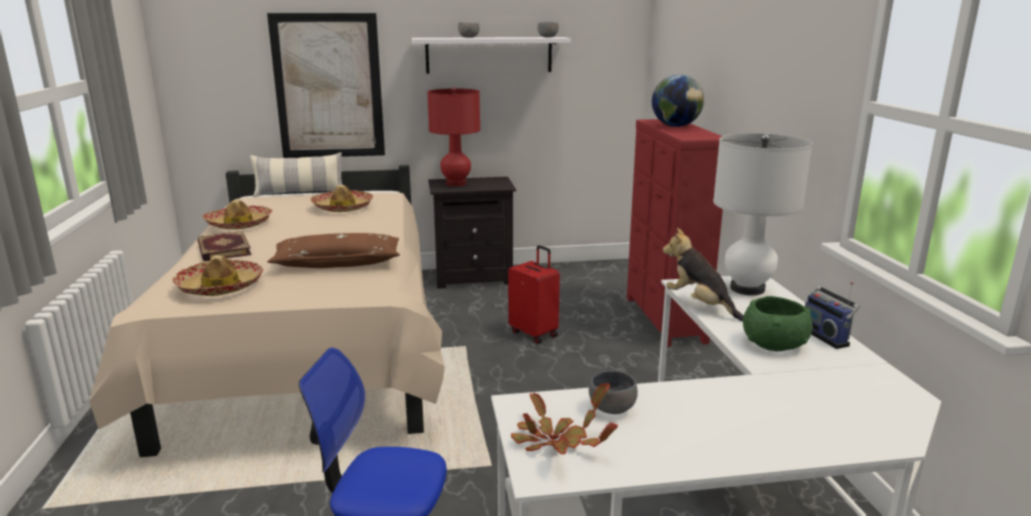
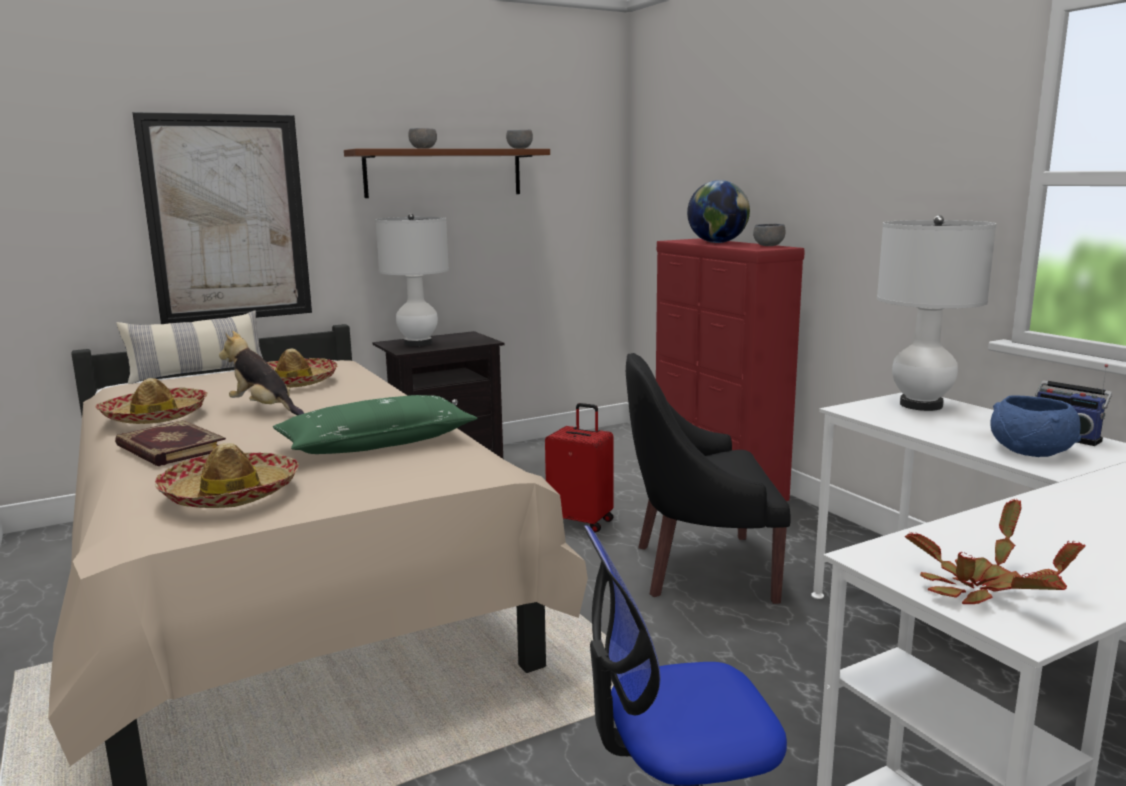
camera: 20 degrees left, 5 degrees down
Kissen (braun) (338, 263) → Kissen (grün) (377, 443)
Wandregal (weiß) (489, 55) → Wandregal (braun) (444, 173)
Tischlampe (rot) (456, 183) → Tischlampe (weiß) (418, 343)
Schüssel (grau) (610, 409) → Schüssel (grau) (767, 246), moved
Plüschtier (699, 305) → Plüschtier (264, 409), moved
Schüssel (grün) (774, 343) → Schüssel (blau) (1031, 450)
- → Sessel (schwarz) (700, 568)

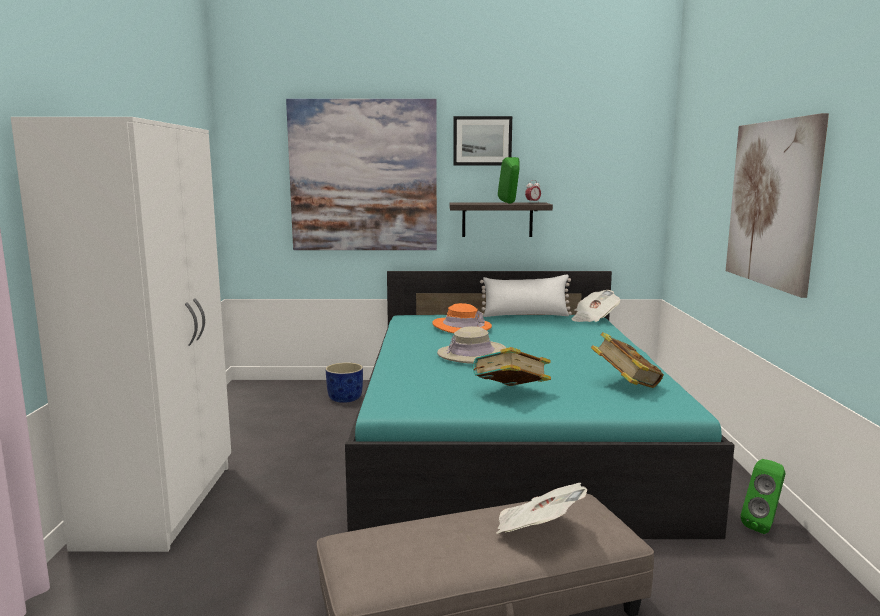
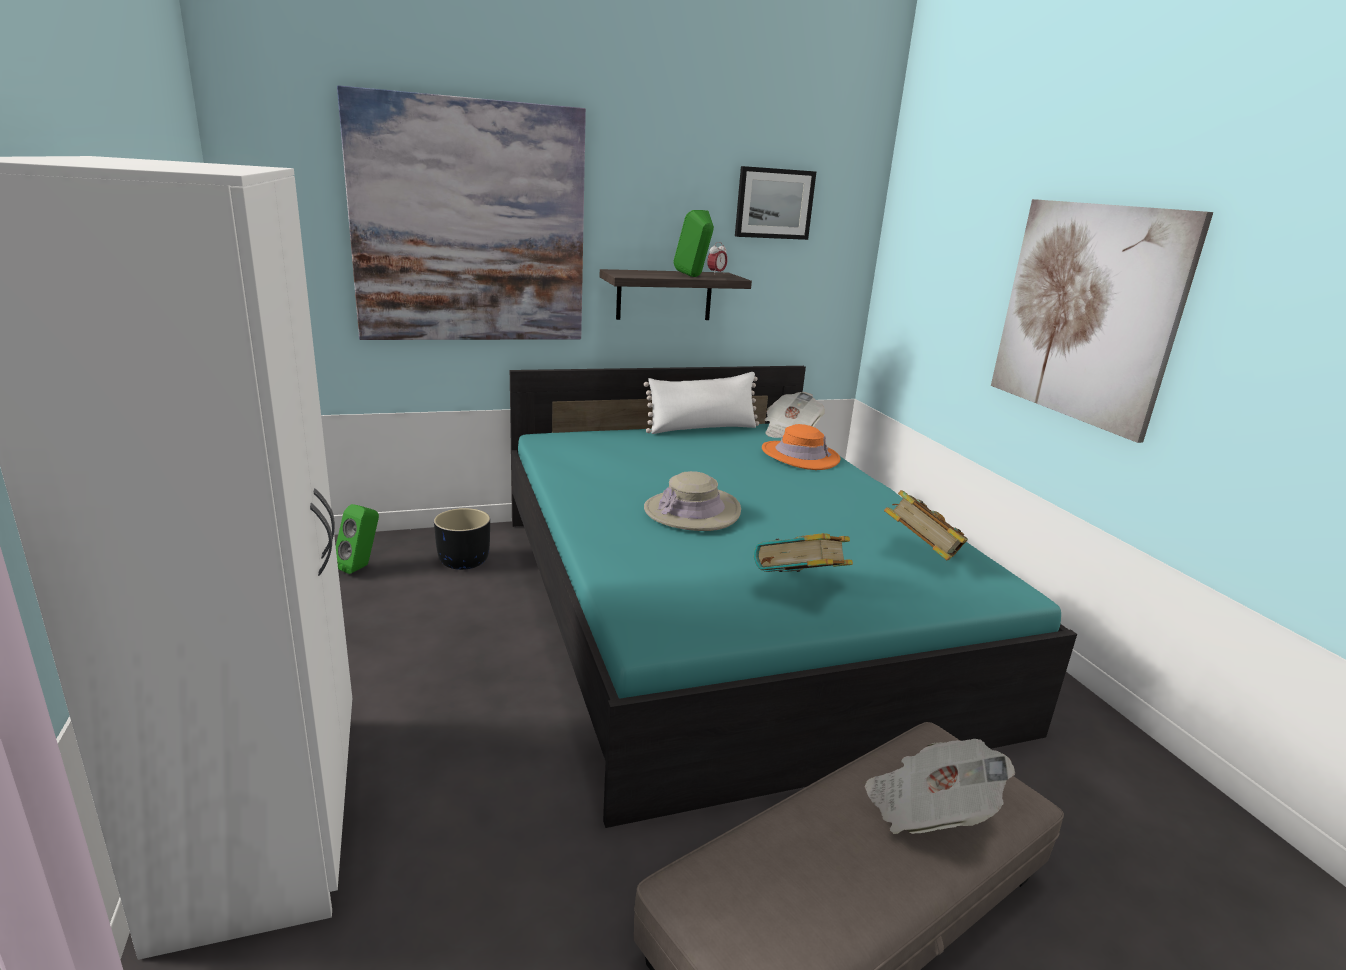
camera: 20 degrees left, 10 degrees up
Pflanzkübel (blau) (344, 398) → Pflanzkübel (schwarz) (463, 561)
Hut (orange) (461, 327) → Hut (orange) (800, 456), moved
Bild (482, 141) → Bild (774, 203), moved
Lautsprecher (grün) (763, 526) → Lautsprecher (grün) (361, 567), moved

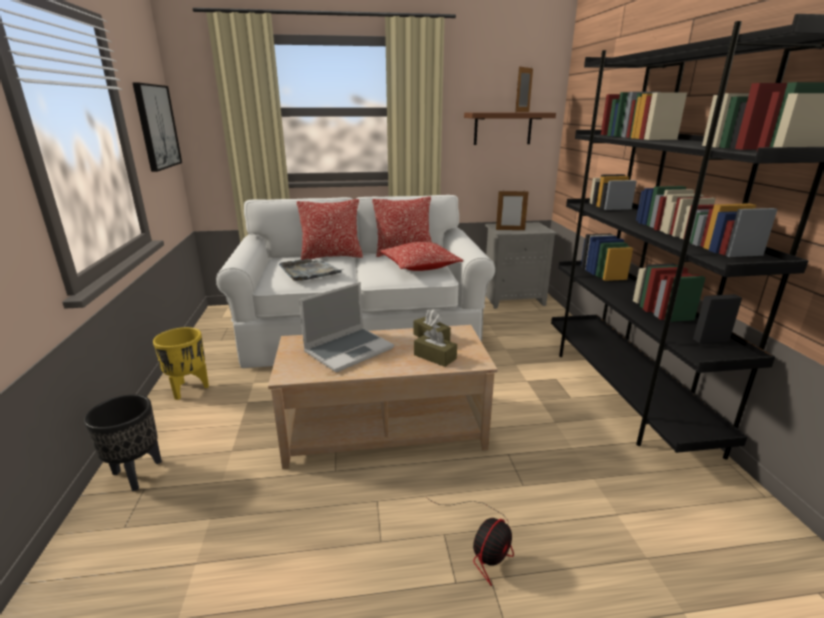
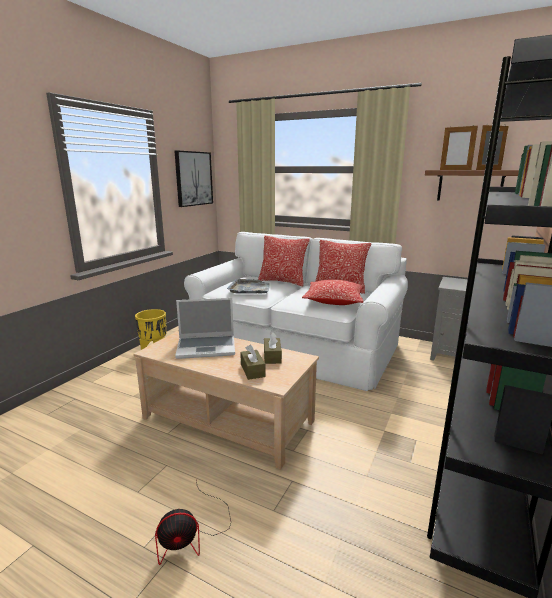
camera: 35 degrees right, 5 degrees down
Pflanzkübel (schwarz) (136, 474) → -
Bilderrahmen (510, 230) → Bilderrahmen (455, 169), moved

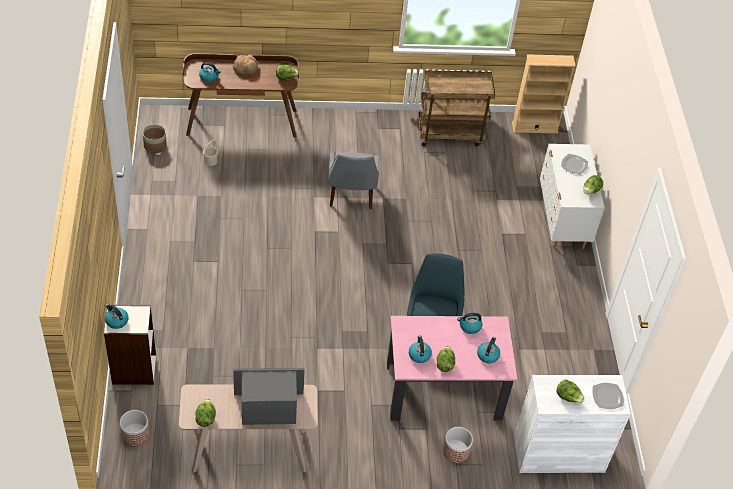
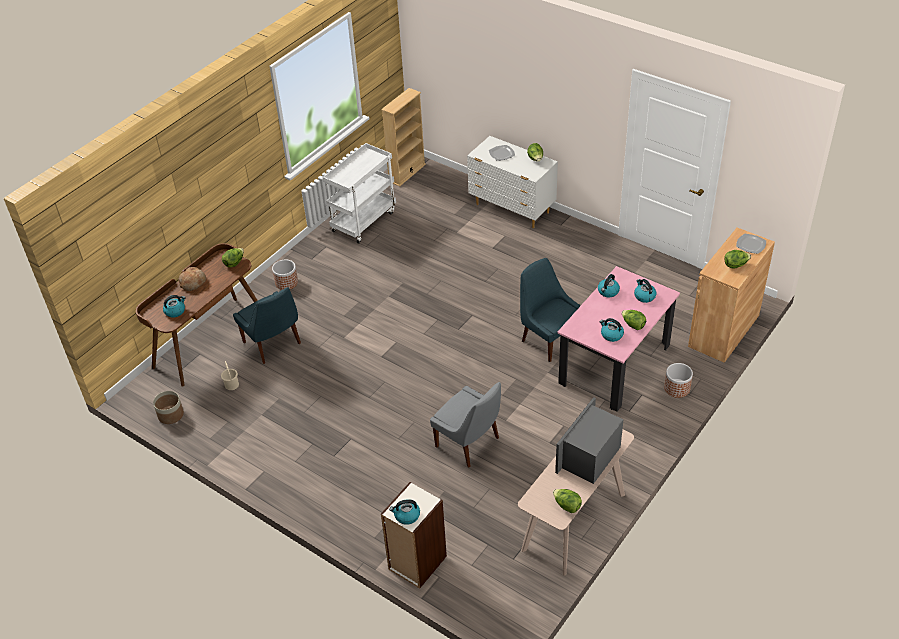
camera: 45 degrees left, 5 degrees down
Pflanzkübel (135, 434) → Pflanzkübel (286, 283), moved
Stuhl (grau) (351, 196) → Stuhl (grau) (469, 443), moved
Rollwagen (braun) (451, 134) → Rollwagen (weiß) (363, 221)
Schrank (weiß) (559, 453) → Schrank (braun) (723, 331)
- → Stuhl (blau) (273, 344)

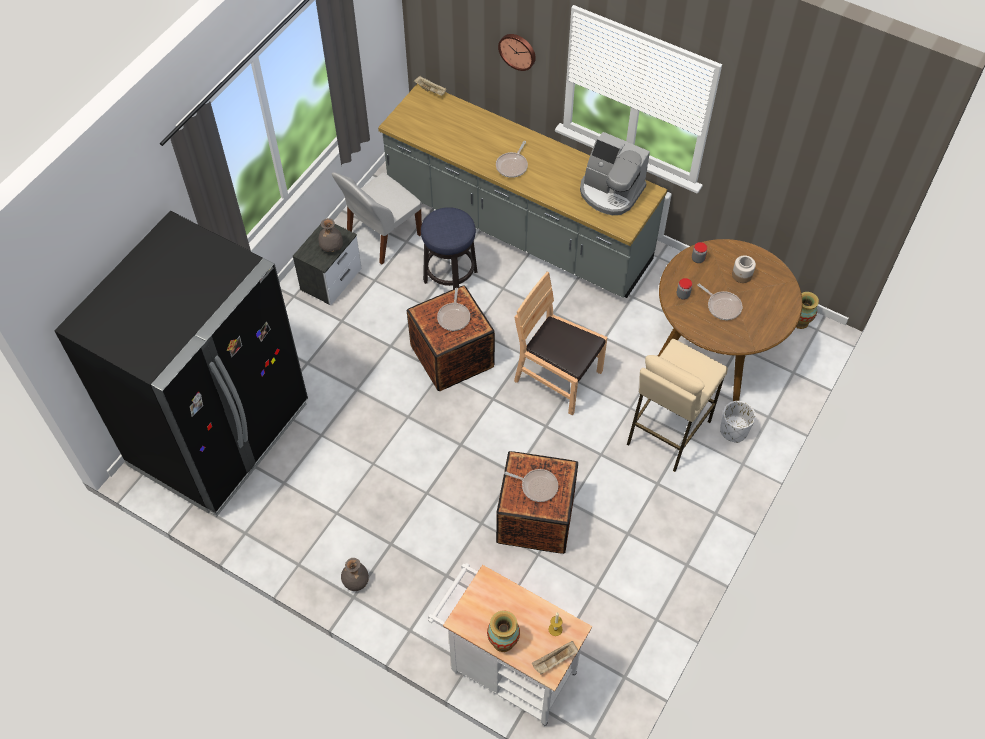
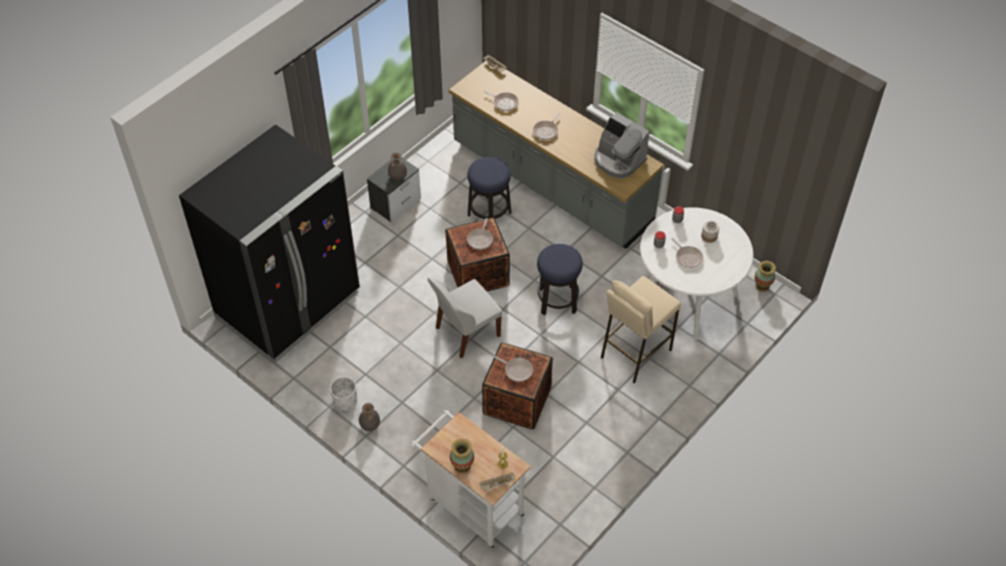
camera: 10 degrees right, 5 degrees down
Stuhl (weiß) (382, 236) → Stuhl (weiß) (466, 333), moved
Wanduhr (518, 51) → -
Stuhl (braun) (558, 377) → Hocker (557, 300)
Esstisch (braun) (714, 350) → Esstisch (weiß) (687, 298)
Pflanzkübel (weiß) (733, 431) → Pflanzkübel (weiß) (345, 402), moved
- → Pfanne (504, 103)

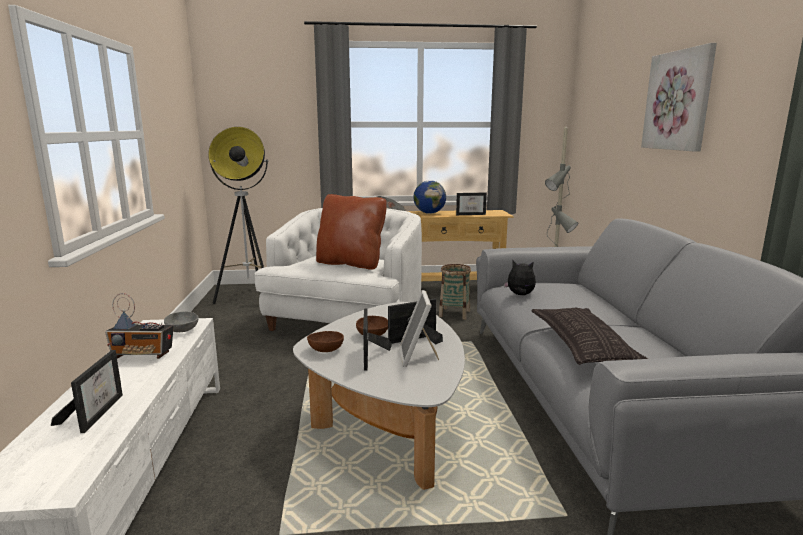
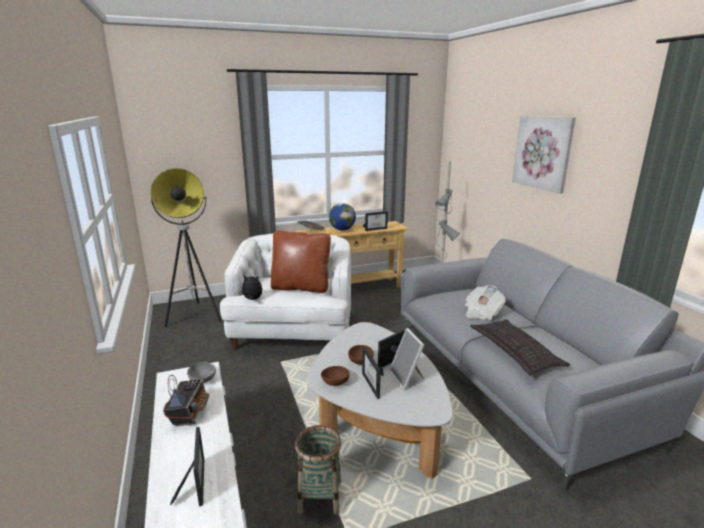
camera: 15 degrees left, 5 degrees up
Radio (143, 355) → Radio (189, 413), 75 degrees counterclockwise
Korb (454, 313) → Korb (319, 496), moved
Plüschtier (520, 295) → Plüschtier (252, 299), moved
- → Zeitung (481, 312)

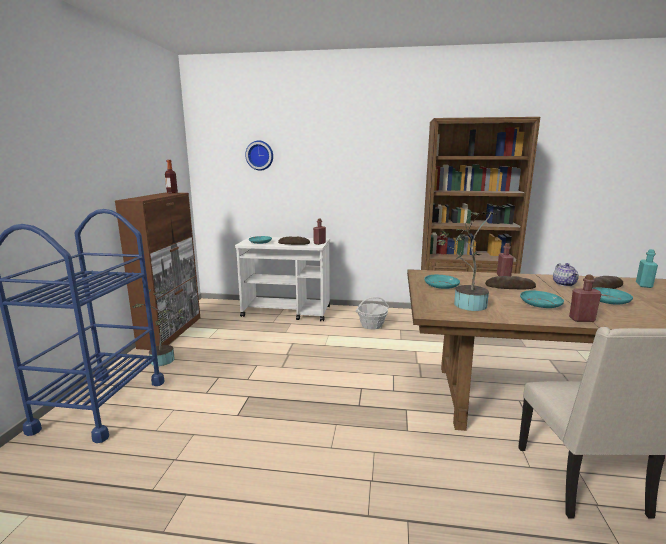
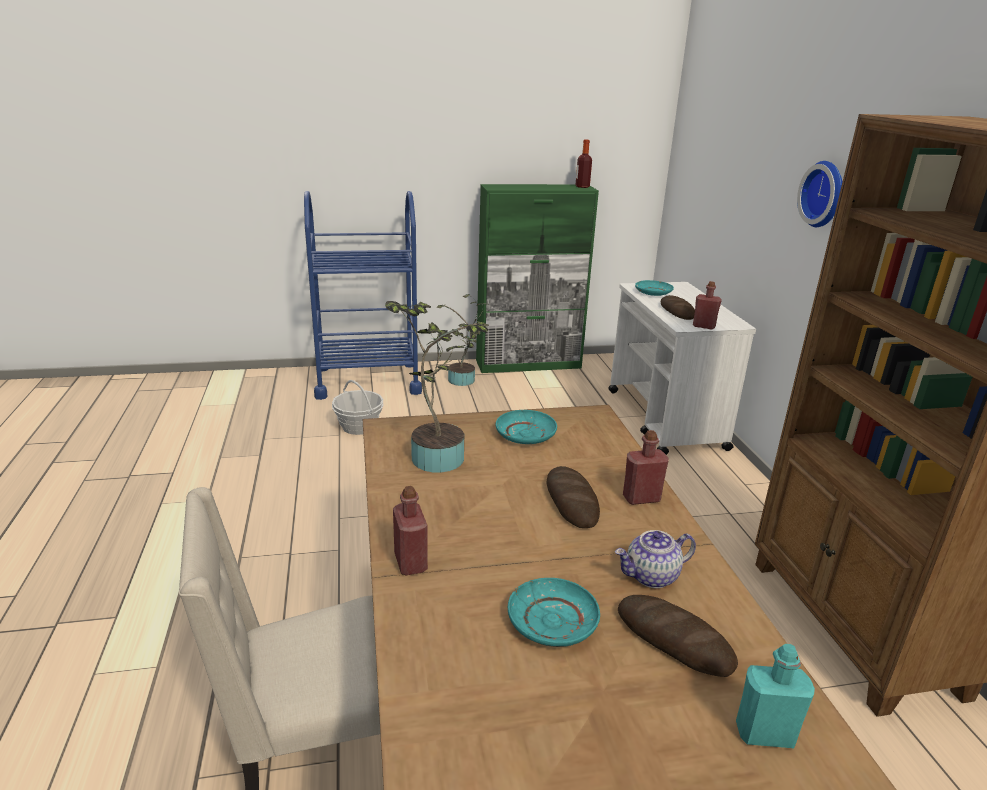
camera: 70 degrees right, 10 degrees up
Schrank (braun) (171, 332) → Schrank (grün) (529, 364)
Wanduhr (260, 155) → Wanduhr (825, 194), moved
Korb (372, 325) → Korb (359, 426), moved
Teller (türkis) (540, 304) → -

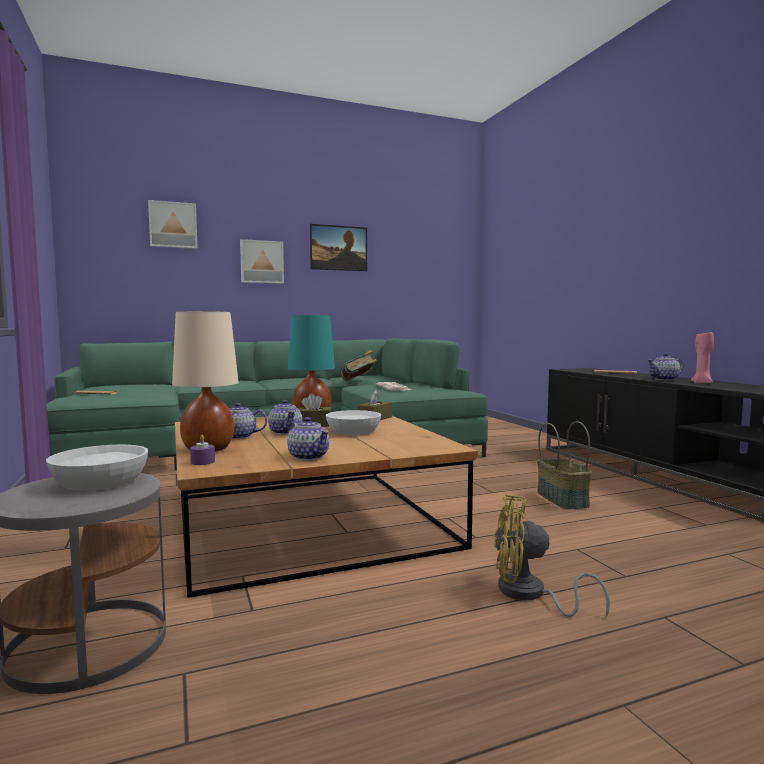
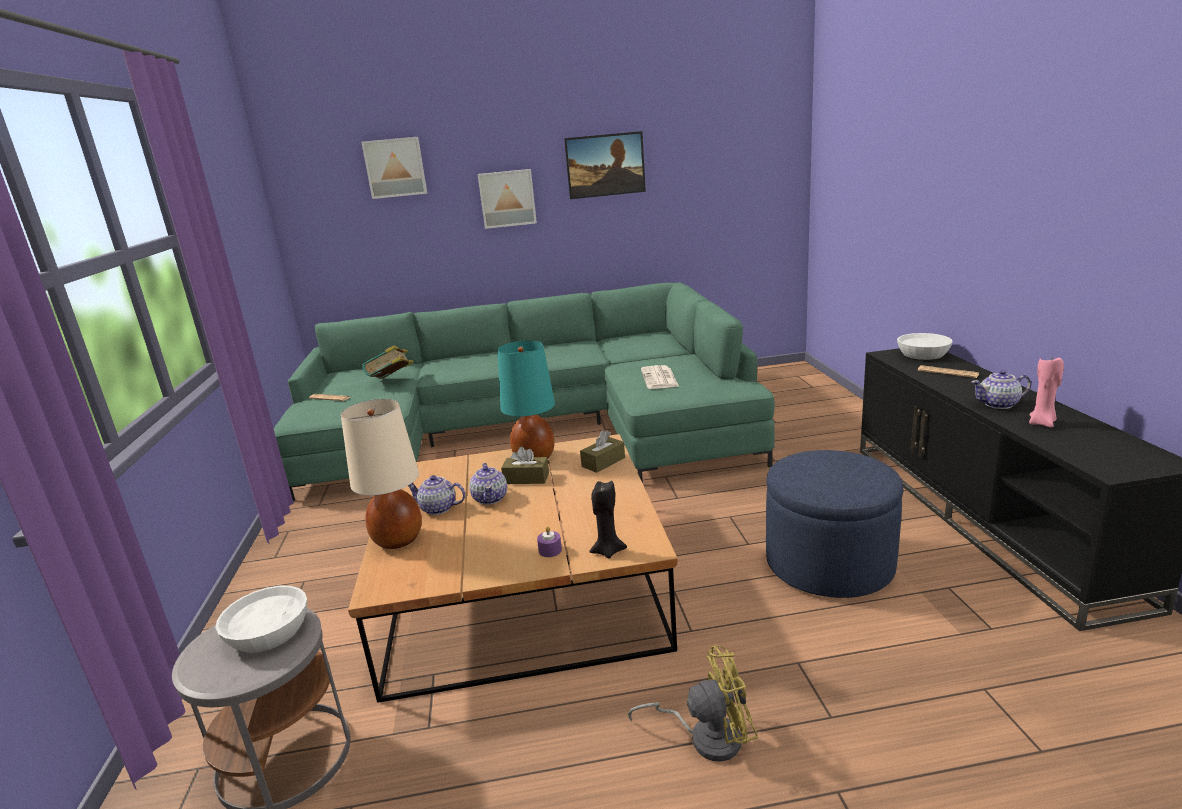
camera: 15 degrees right, 15 degrees up
Kerze (lila) (202, 462) → Kerze (lila) (550, 550), moved
Teekanne (308, 456) → -
Schüssel (weiß) (354, 431) → Schüssel (weiß) (923, 354), moved
Buch (358, 381) → Buch (391, 381), moved
Ventilator (gelb) (529, 594) → Ventilator (gelb) (706, 737), 150 degrees clockwise
Korb (563, 499) → Polsterhocker (blau) (829, 564)
- → Kerze (schwarz) (608, 551)

